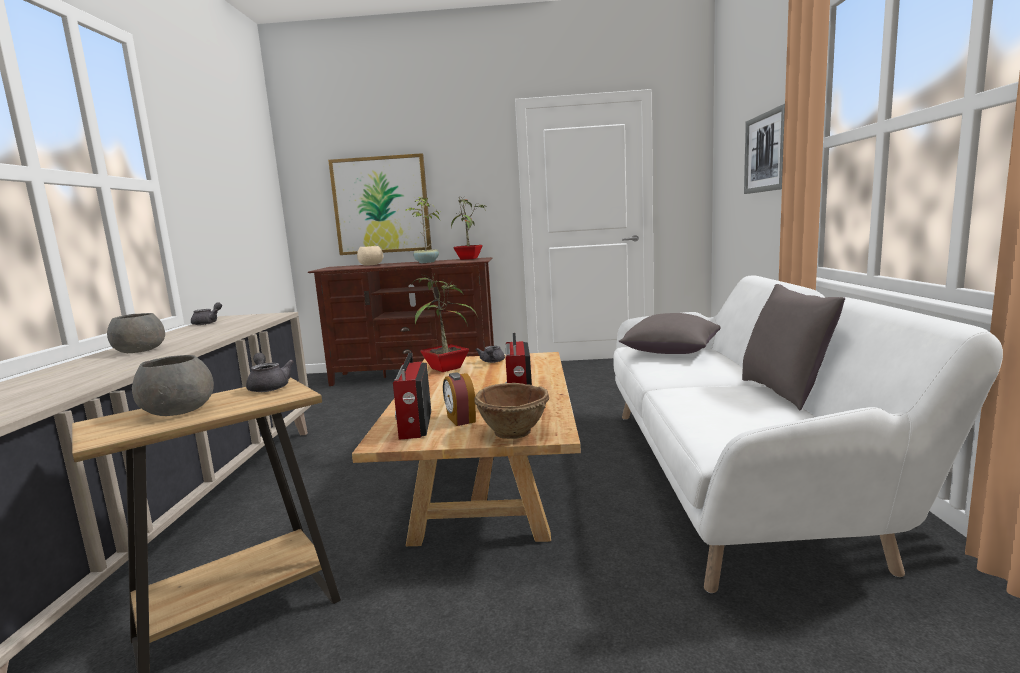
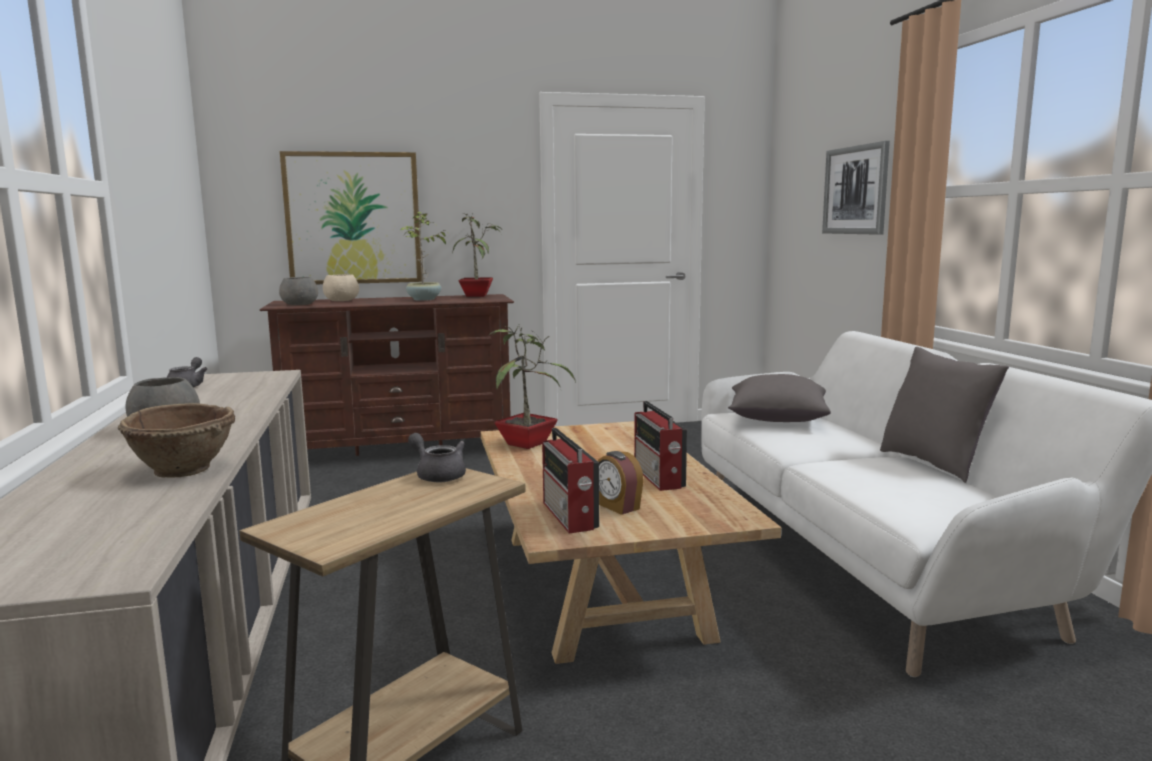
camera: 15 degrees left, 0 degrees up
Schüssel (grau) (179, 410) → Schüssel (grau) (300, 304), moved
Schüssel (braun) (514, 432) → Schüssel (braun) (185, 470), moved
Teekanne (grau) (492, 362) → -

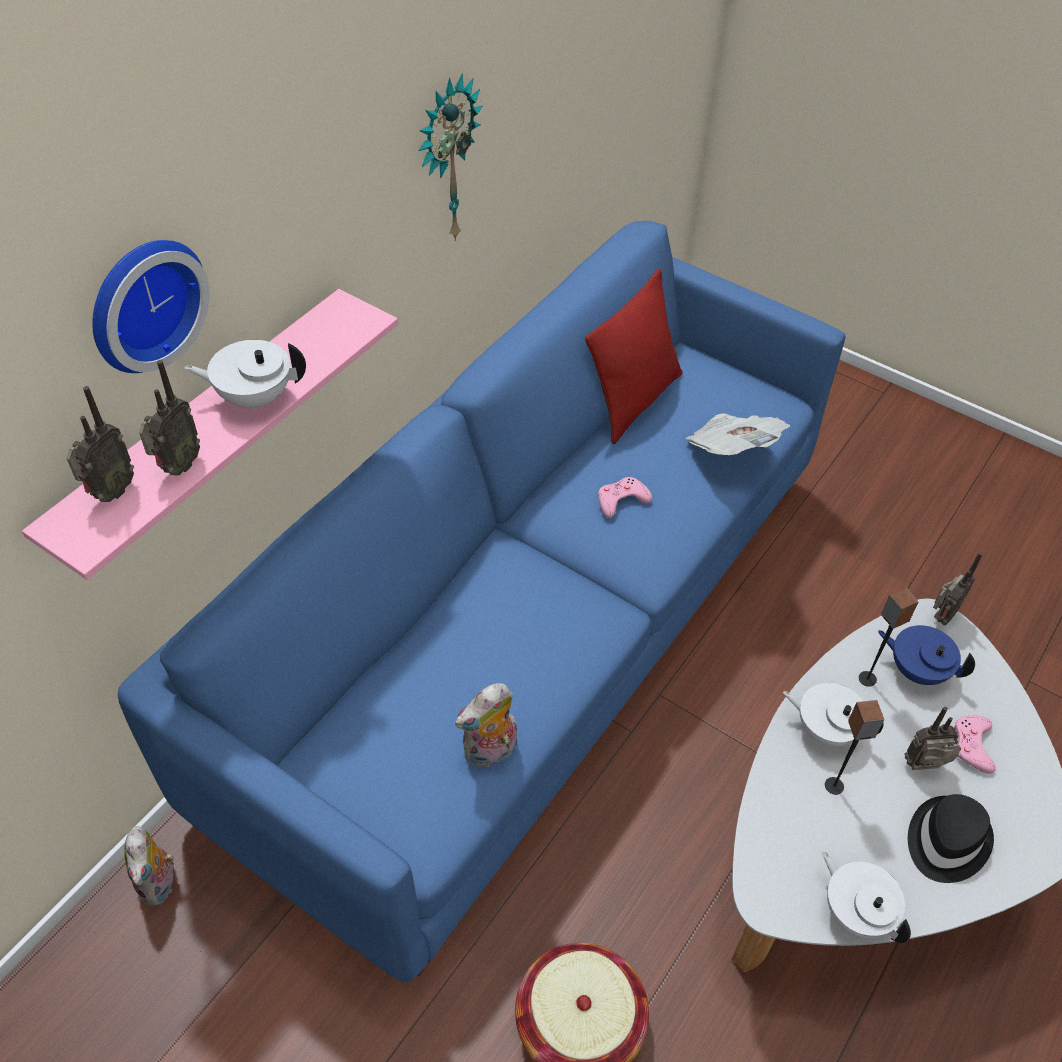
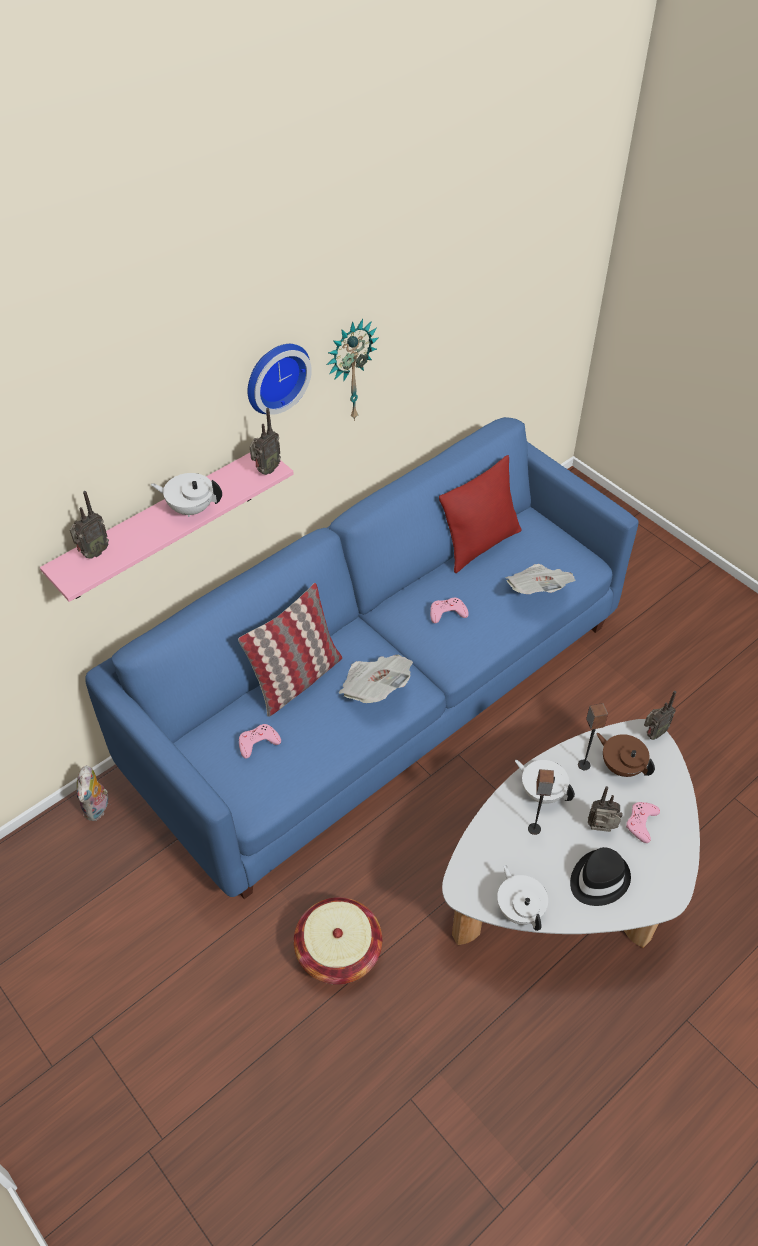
camera: 15 degrees right, 0 degrees up
Wanduhr (142, 302) → Wanduhr (274, 376), moved
Radio (177, 467) → Radio (266, 470), moved
Plüschtier (490, 752) → -
Teekanne (blau) (916, 669) → Teekanne (braun) (621, 765)
- → Kissen (296, 679)
- → Gamepad (rosa) (258, 742)
- → Zeitung (375, 688)

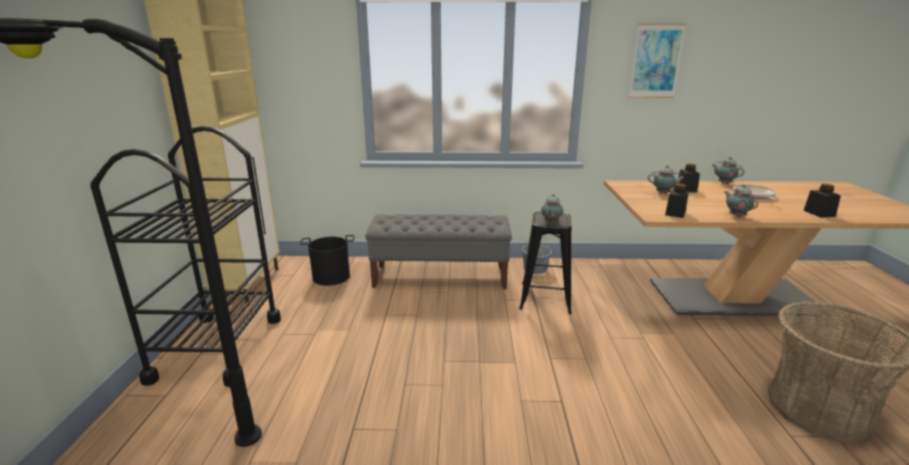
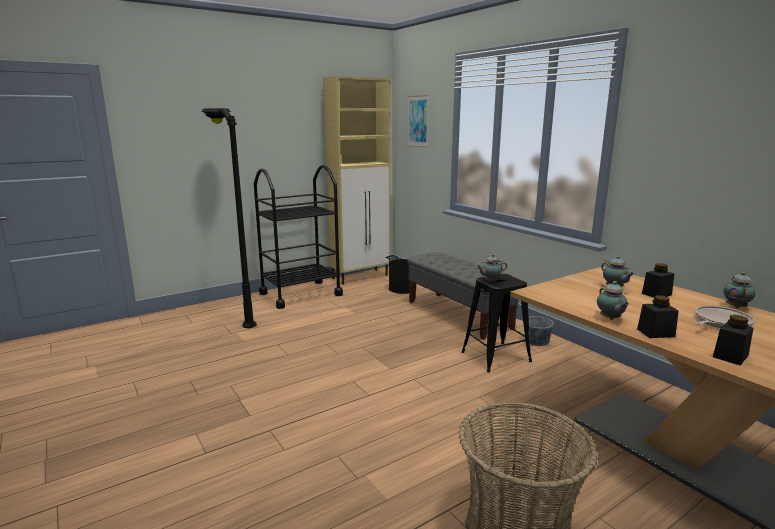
camera: 55 degrees right, 5 degrees down
Bild (656, 61) → Bild (418, 121), moved
Vorratsglas (schwarz) (675, 213) → Vorratsglas (schwarz) (655, 333), moved
Teekanne (736, 216) → Teekanne (610, 319), 135 degrees clockwise

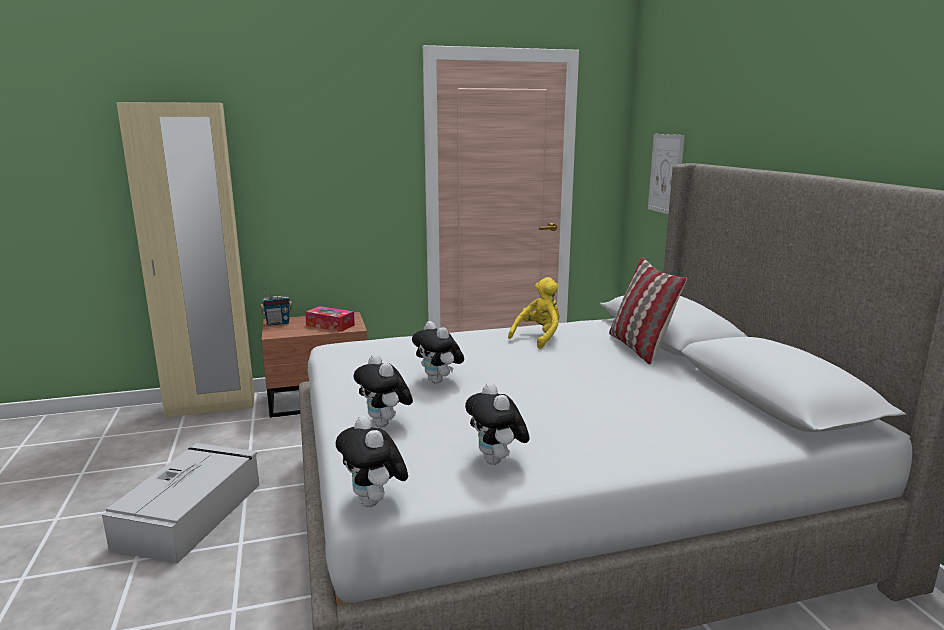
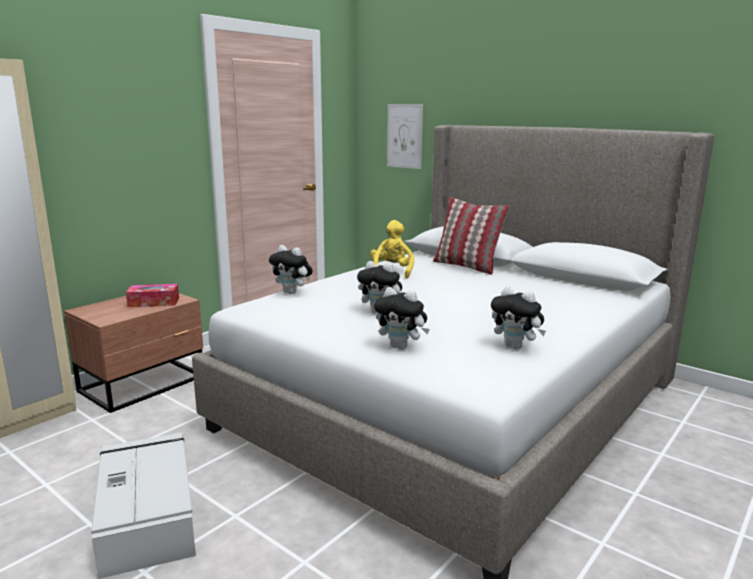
camera: 35 degrees left, 0 degrees up
Radio (277, 323) → -
Plüschtier (374, 502) → Plüschtier (292, 292), moved

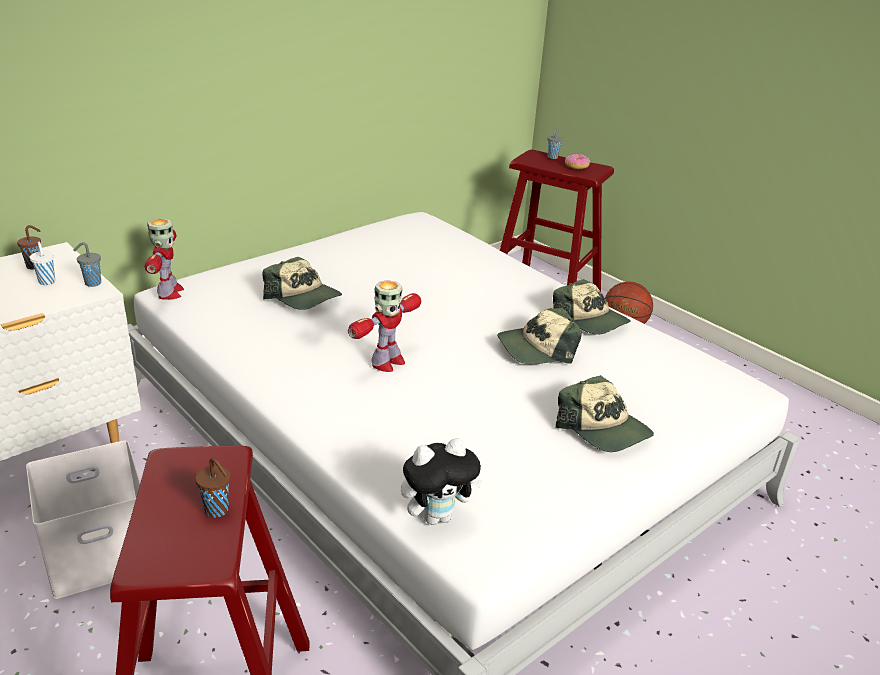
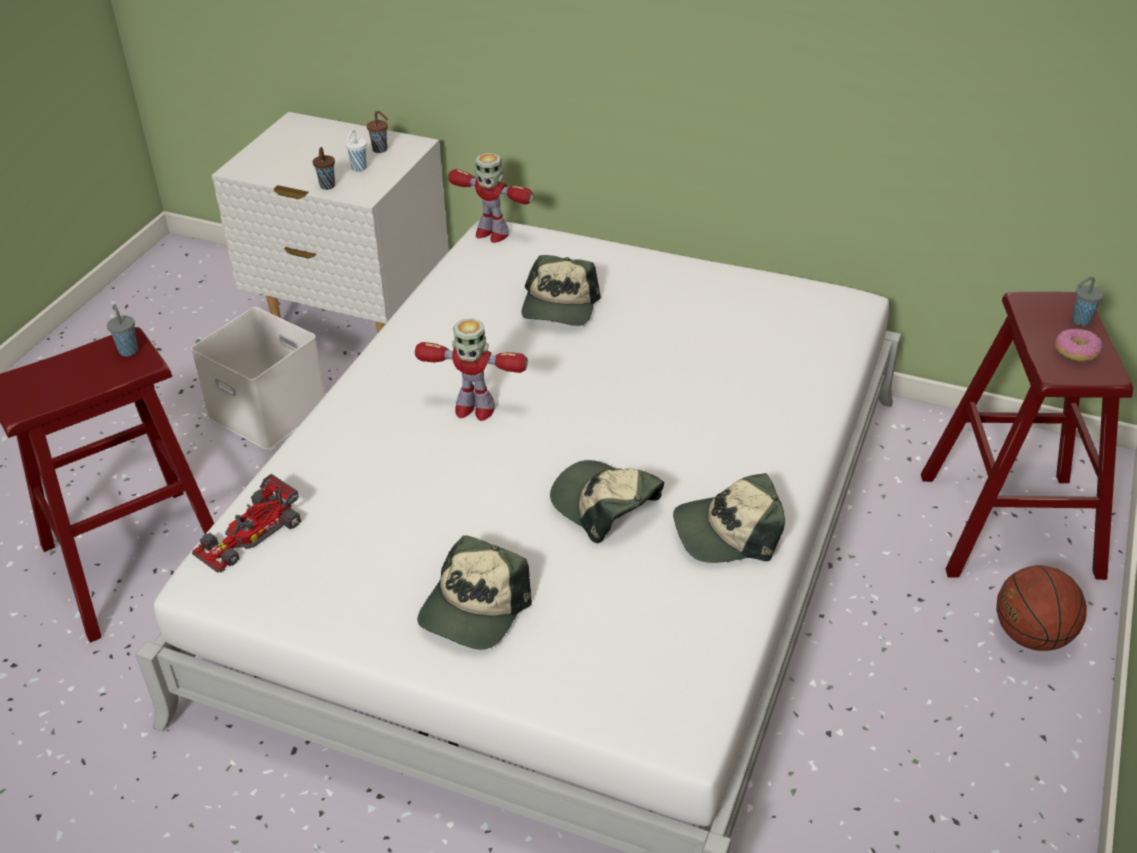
camera: 65 degrees right, 10 degrees up
Tasse (grau) (92, 283) → Tasse (grau) (128, 350), moved
Spielzeugroboter (169, 293) → Spielzeugroboter (491, 233), 60 degrees clockwise
Tasse (braun) (218, 511) → Tasse (braun) (327, 186), moved
Plüschtier (437, 516) → Spielzeugauto (249, 534)
Kappe (590, 321) → Kappe (727, 532), 60 degrees clockwise

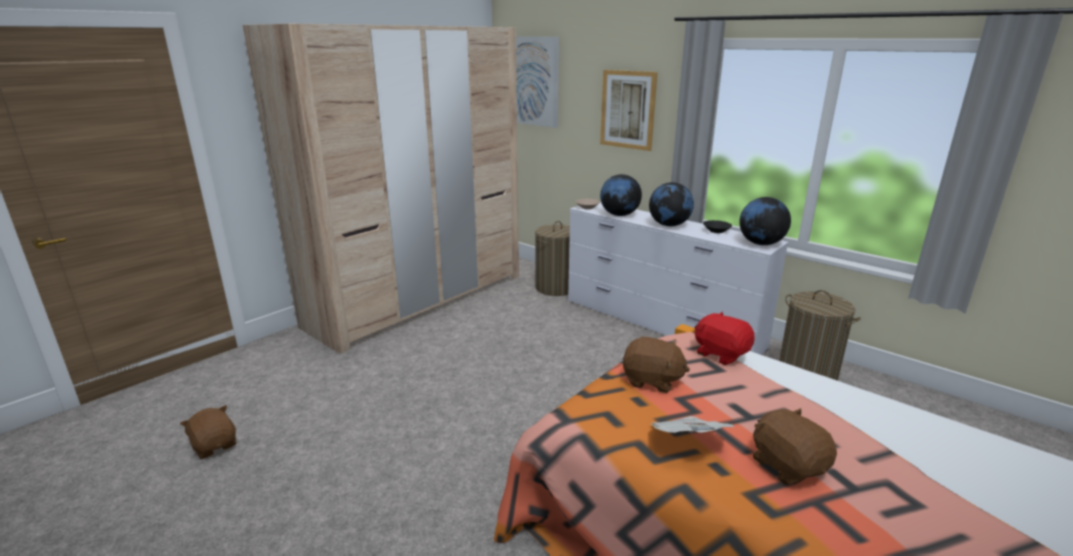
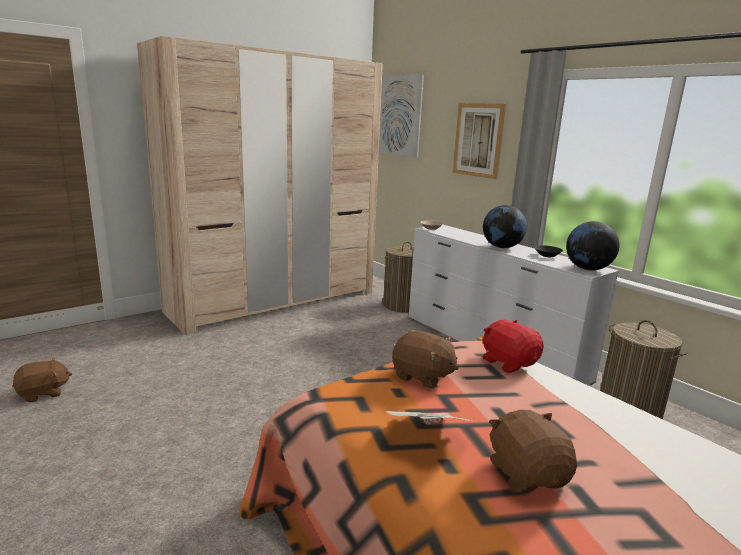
camera: 10 degrees right, 5 degrees down
Plüschtier (braun) (215, 445) → Plüschtier (braun) (43, 393), 90 degrees clockwise
Globus (619, 215) → -

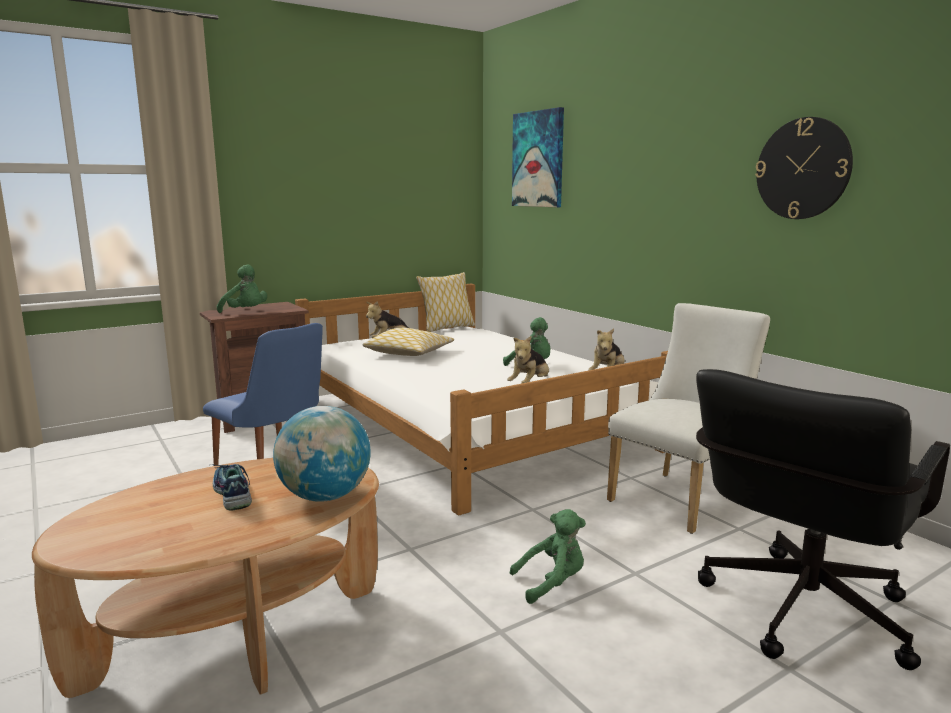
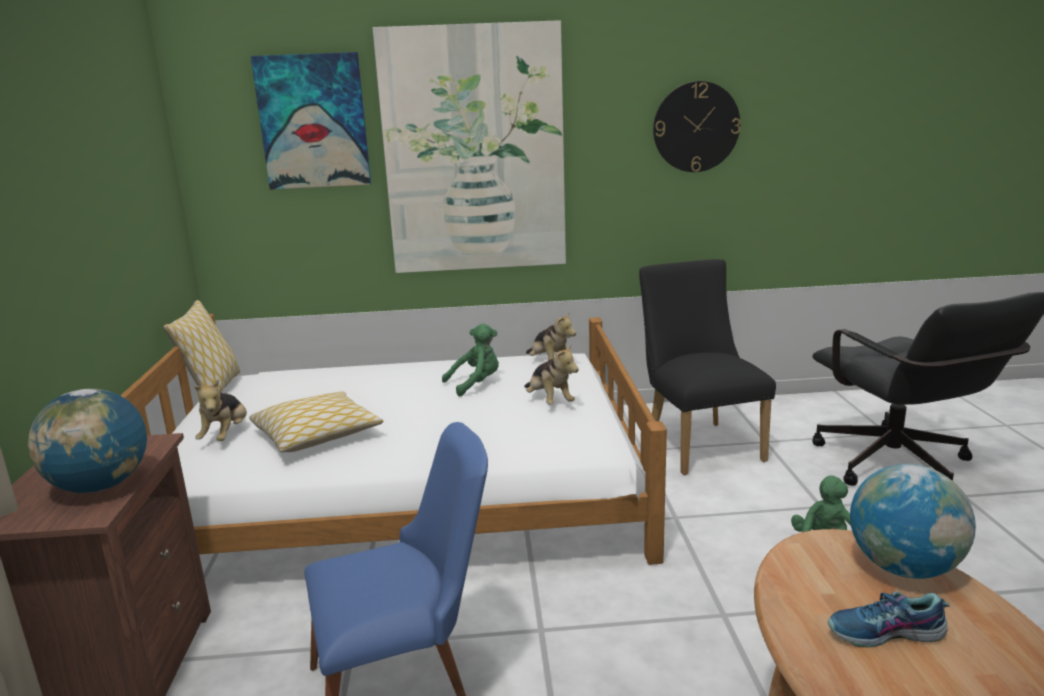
camera: 60 degrees left, 5 degrees up
Plüschtier (grün) (245, 312) → Globus (100, 486)
Stuhl (weiß) (680, 498) → Stuhl (schwarz) (698, 444)
- → Bild (474, 151)

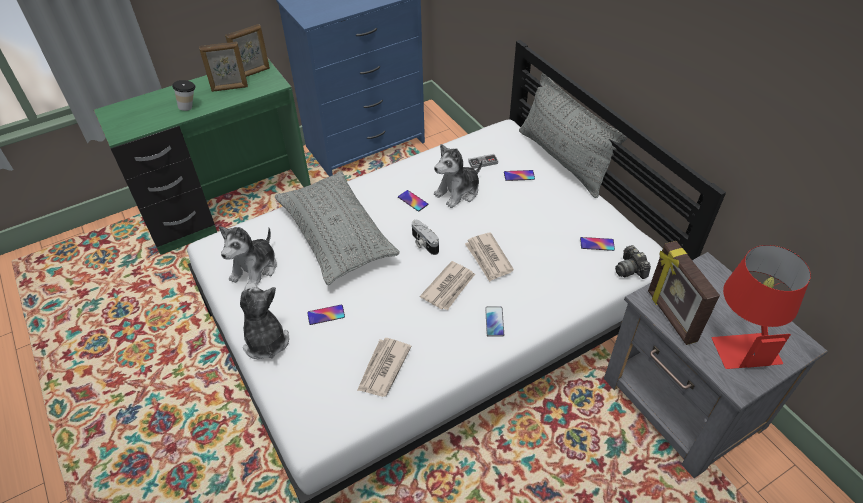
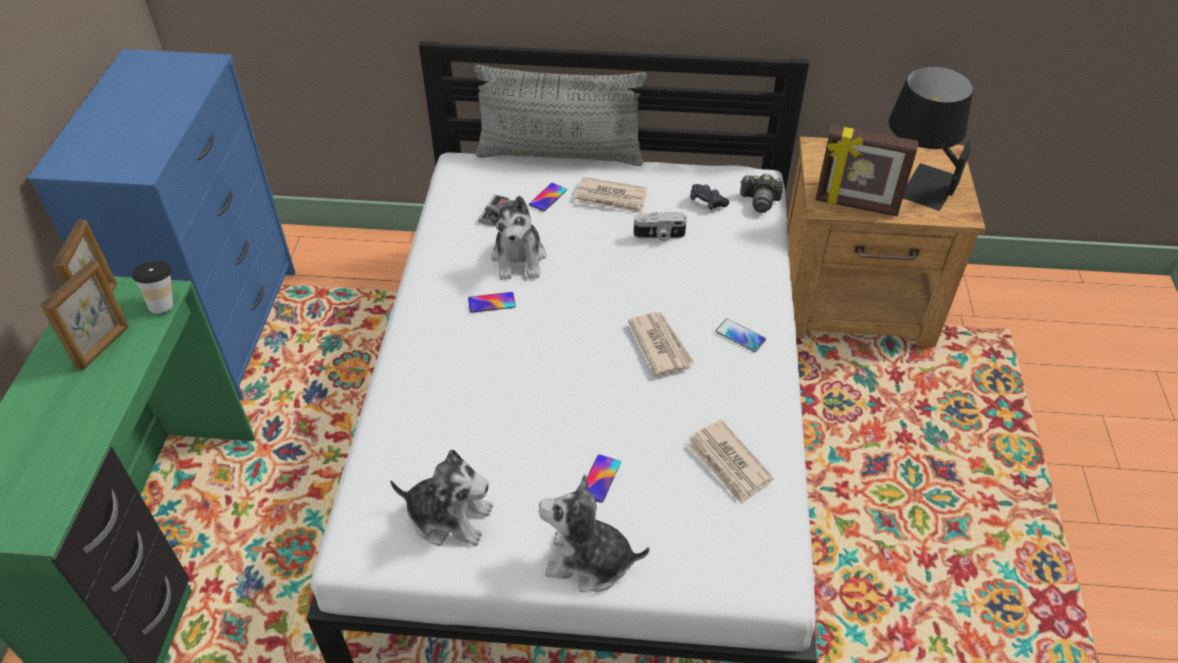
camera: 55 degrees left, 0 degrees up
Tasse (190, 107) → Tasse (164, 302), moved
Plüschtier (255, 269) → Plüschtier (449, 517), 45 degrees counterclockwise
Kissen (grau) (336, 236) → -
Kamera (423, 243) → Kamera (659, 235), moved
Zeitung (488, 258) → Zeitung (611, 198), moved
Handy (597, 244) → Gamepad (schwarz) (707, 202)
Nachttisch (grau) (682, 405) → Nachttisch (braun) (856, 303)
Tischlampe (rot) (740, 339) → Tischlampe (schwarz) (915, 182)

